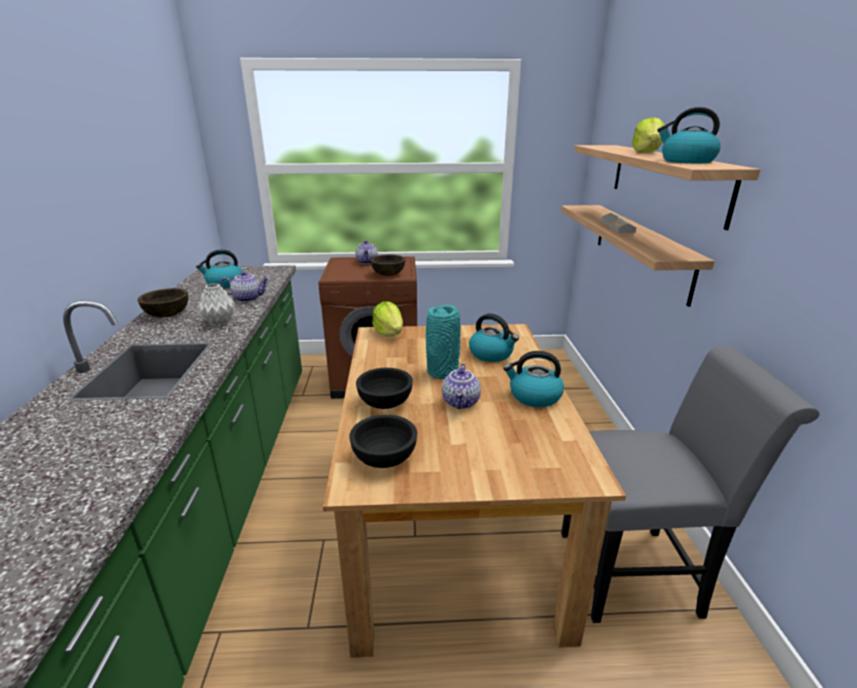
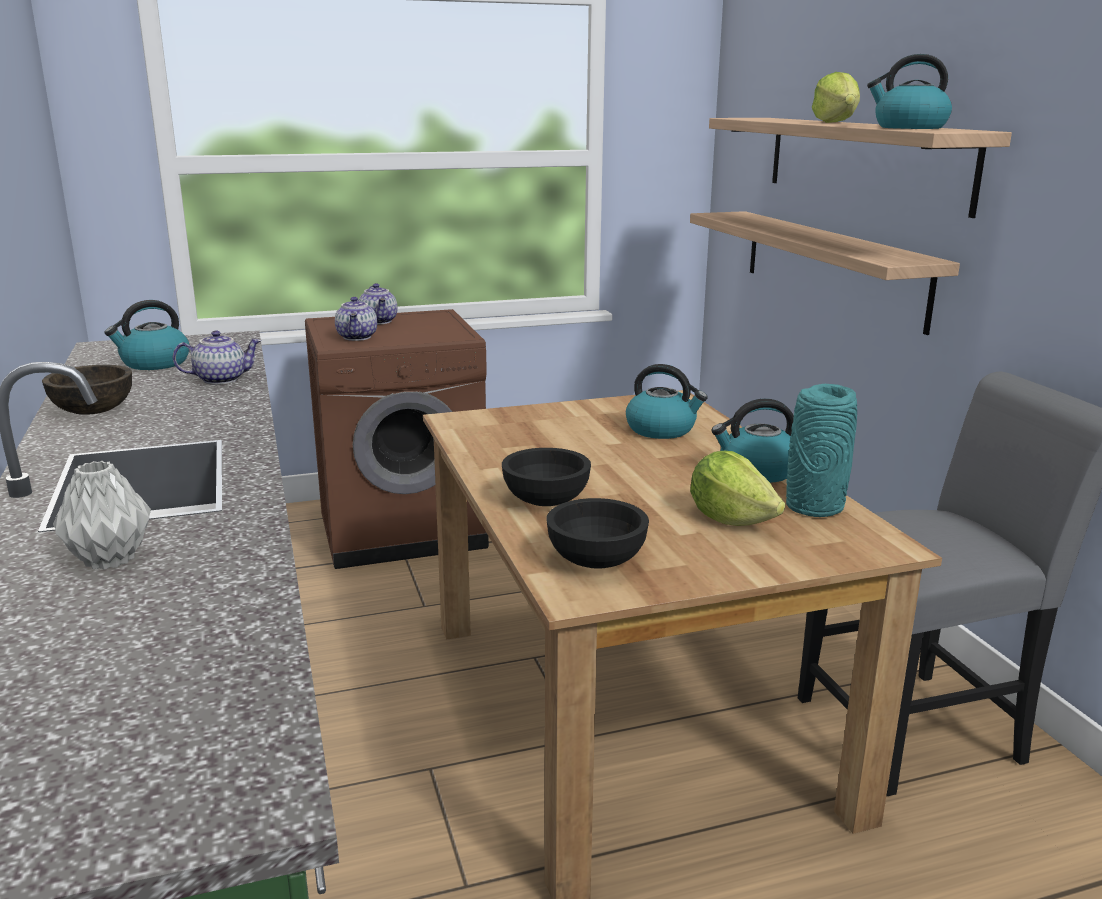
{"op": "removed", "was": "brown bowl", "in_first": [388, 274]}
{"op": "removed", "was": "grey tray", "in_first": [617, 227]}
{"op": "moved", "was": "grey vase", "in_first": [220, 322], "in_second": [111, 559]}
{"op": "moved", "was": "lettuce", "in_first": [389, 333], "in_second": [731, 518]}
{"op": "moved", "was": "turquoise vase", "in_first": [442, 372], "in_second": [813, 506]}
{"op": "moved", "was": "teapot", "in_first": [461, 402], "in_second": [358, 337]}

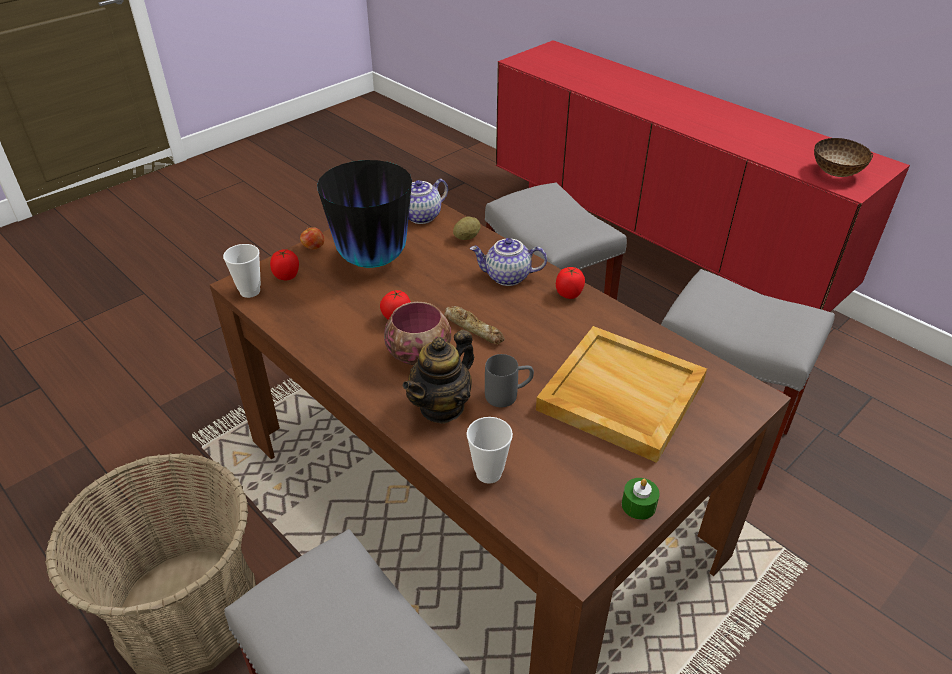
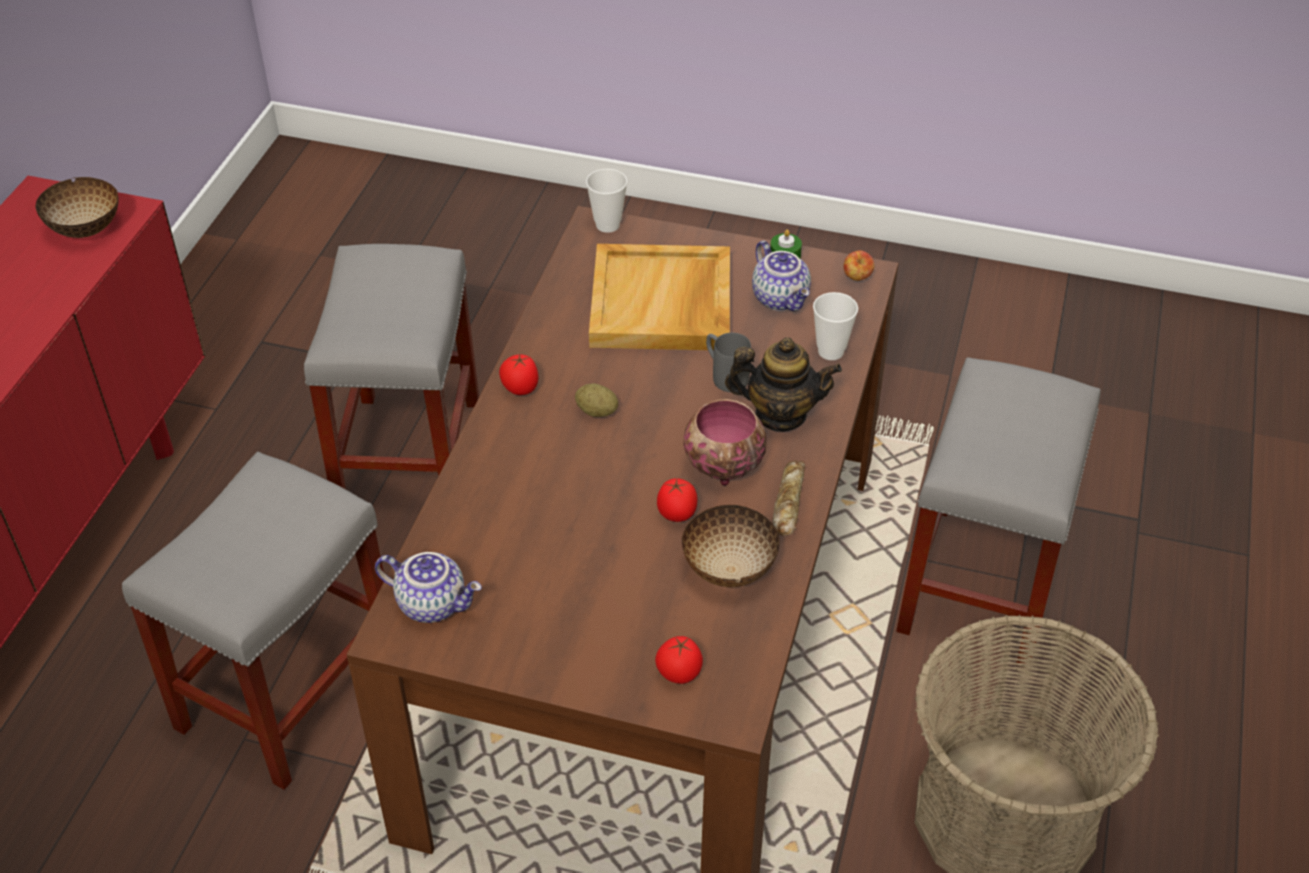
{"op": "removed", "was": "vase", "in_first": [372, 260]}
{"op": "added", "now": "bowl", "in_second": [728, 568]}
{"op": "moved", "was": "cup", "in_first": [250, 291], "in_second": [607, 225]}
{"op": "moved", "was": "apple", "in_first": [313, 248], "in_second": [857, 277]}
{"op": "moved", "was": "bread", "in_first": [473, 328], "in_second": [787, 502]}
{"op": "moved", "was": "potato", "in_first": [467, 237], "in_second": [596, 411]}
{"op": "moved", "was": "teapot", "in_first": [507, 277], "in_second": [781, 298]}

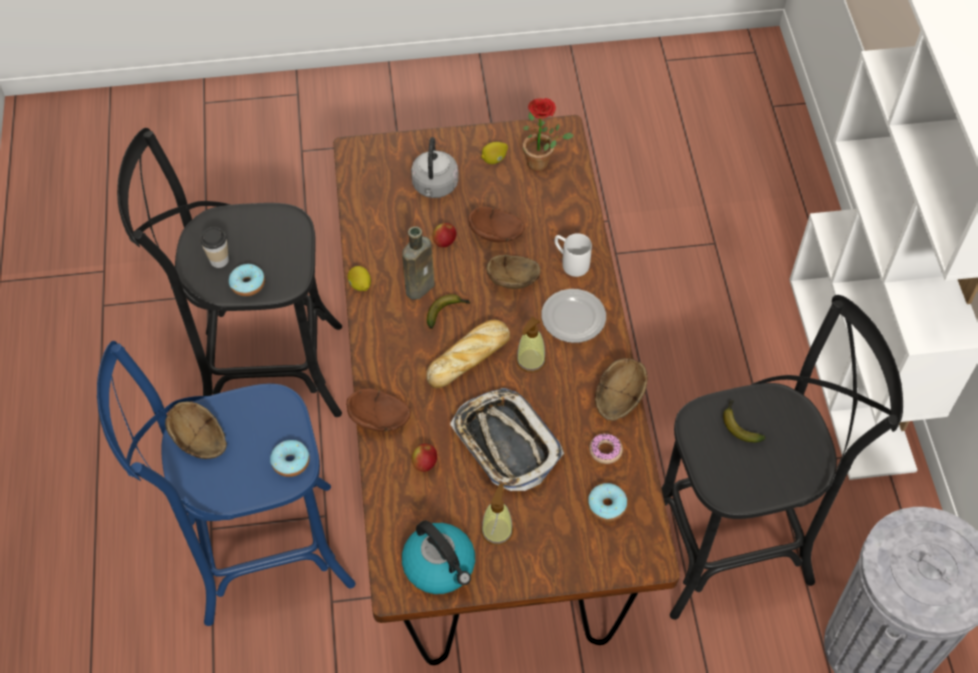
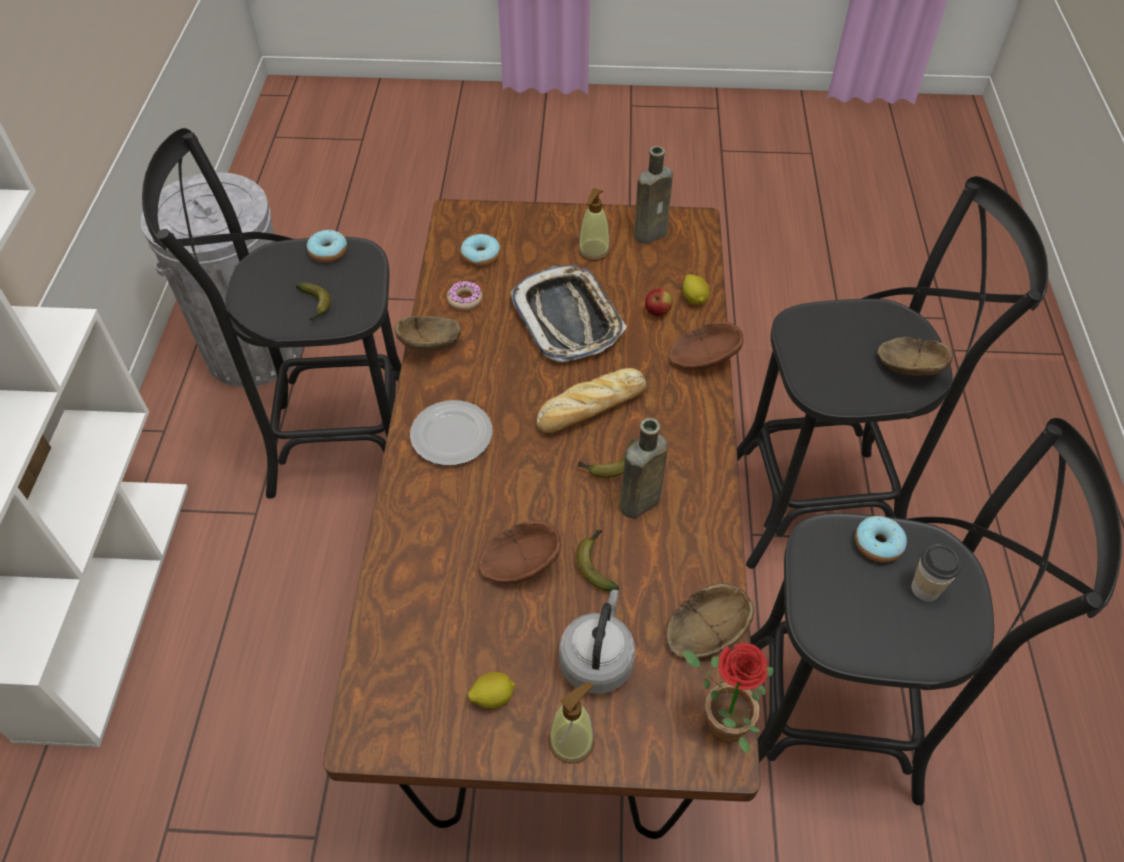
{"op": "removed", "was": "white mug", "in_first": [570, 262]}
{"op": "moved", "was": "donut", "in_first": [290, 462], "in_second": [328, 252]}
{"op": "moved", "was": "lemon", "in_first": [360, 285], "in_second": [694, 299]}
{"op": "moved", "was": "brown bowl", "in_first": [515, 280], "in_second": [703, 632]}
{"op": "moved", "was": "soap dispenser", "in_first": [530, 360], "in_second": [571, 741]}
{"op": "moved", "was": "potted plant", "in_first": [542, 163], "in_second": [717, 723]}
{"op": "replaced", "was": "kettle", "now": "brown bottle", "in_first": [440, 566], "in_second": [652, 233]}
{"op": "replaced", "was": "apple", "now": "banana", "in_first": [444, 242], "in_second": [596, 563]}
{"op": "recoloured", "was": "blue stool", "now": "black stool", "in_first": [259, 554], "in_second": [821, 506]}

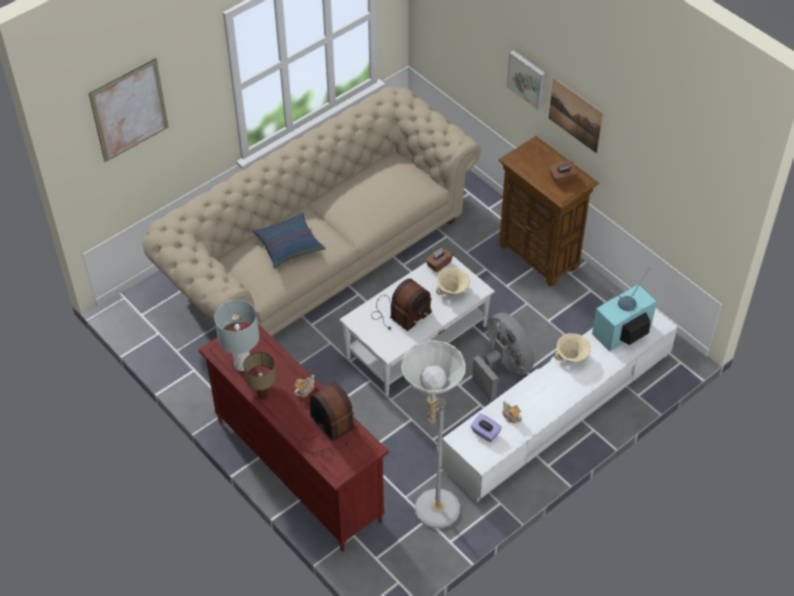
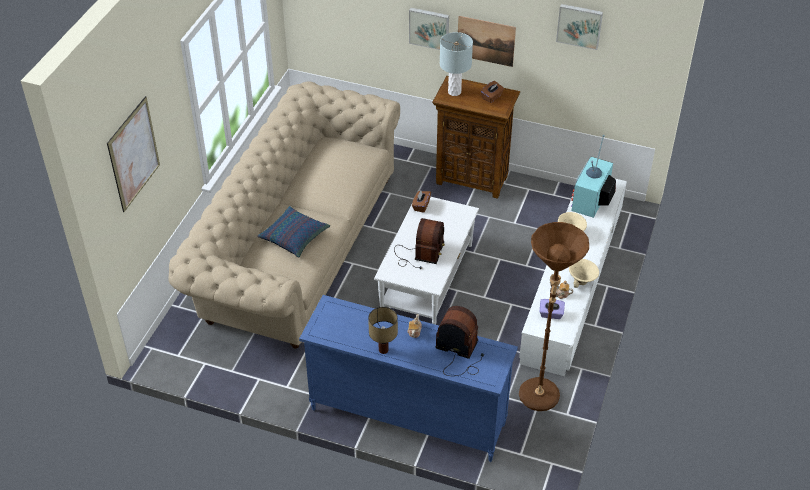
{"op": "removed", "was": "grey fan", "in_first": [502, 369]}
{"op": "added", "now": "picture", "in_second": [579, 25]}
{"op": "moved", "was": "grey table lamp", "in_first": [242, 364], "in_second": [454, 92]}
{"op": "moved", "was": "beige bowl", "in_first": [453, 291], "in_second": [582, 281]}
{"op": "recoloured", "was": "red dresser", "now": "blue dresser", "in_first": [297, 471], "in_second": [407, 418]}
{"op": "recoloured", "was": "grey floor lamp", "now": "brown floor lamp", "in_first": [431, 516], "in_second": [538, 402]}

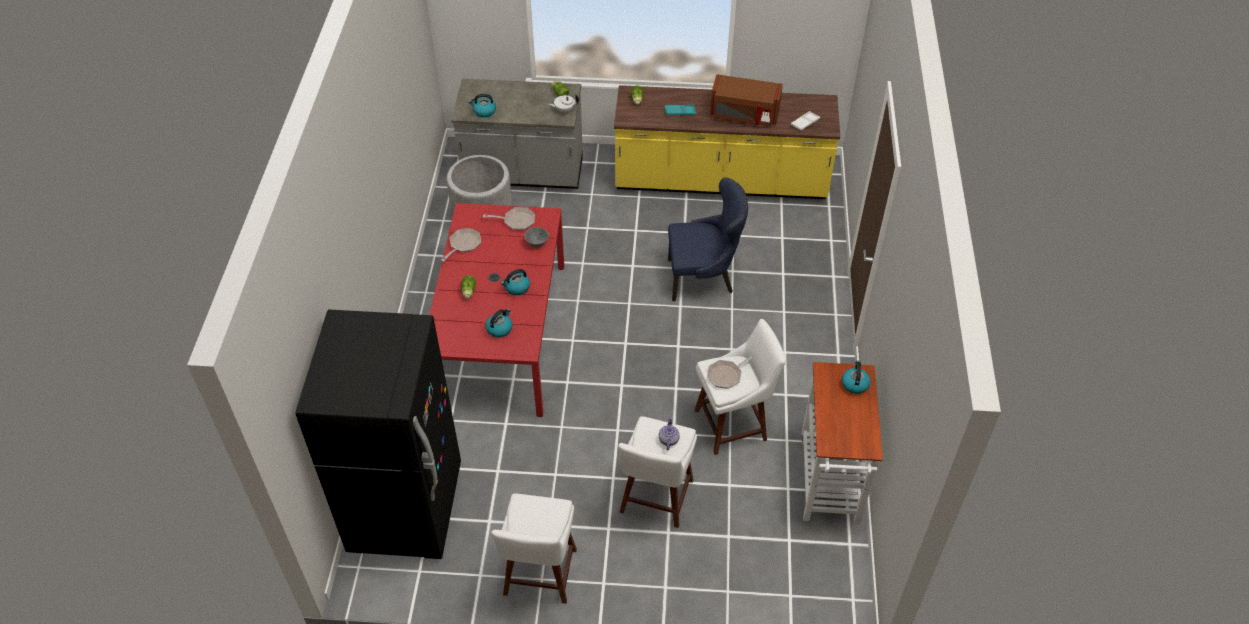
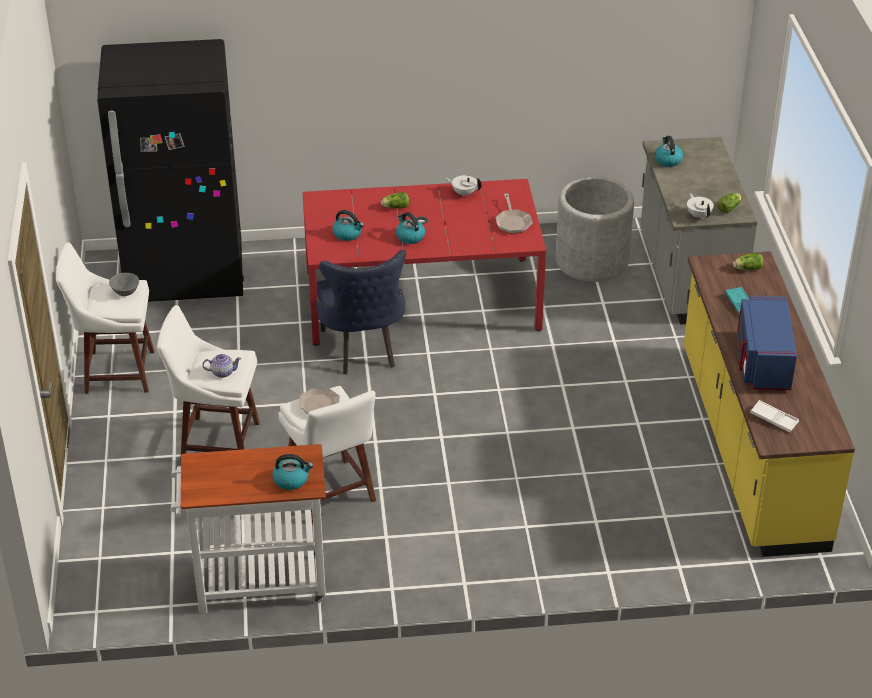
{"op": "moved", "was": "grey bowl", "in_first": [537, 243], "in_second": [125, 293]}
{"op": "moved", "was": "blue chair", "in_first": [703, 278], "in_second": [362, 349]}
{"op": "replaced", "was": "frying pan", "now": "white teapot", "in_first": [463, 245], "in_second": [464, 193]}
{"op": "recoloured", "was": "brown microwave", "now": "blue microwave", "in_first": [744, 115], "in_second": [762, 361]}

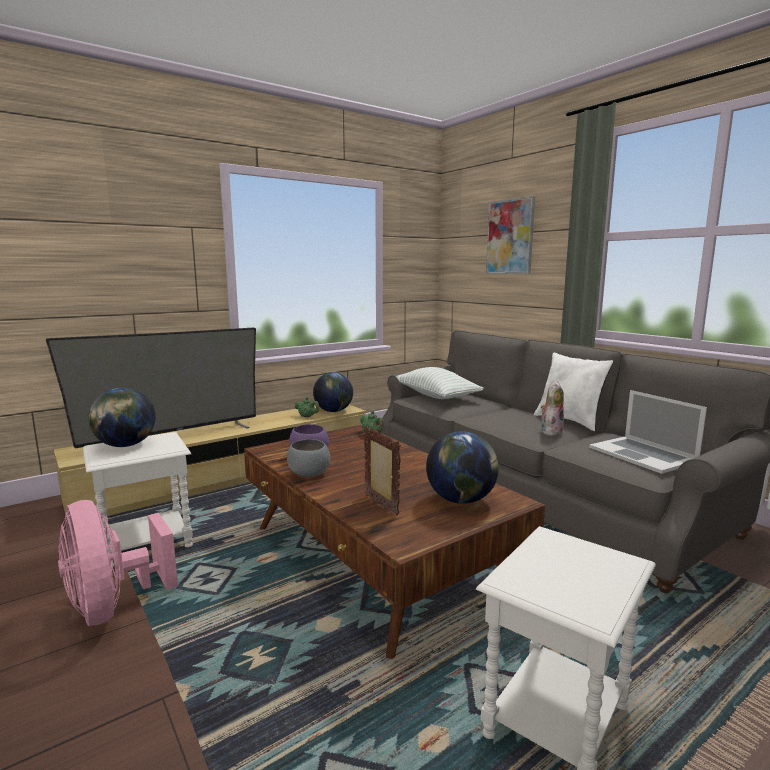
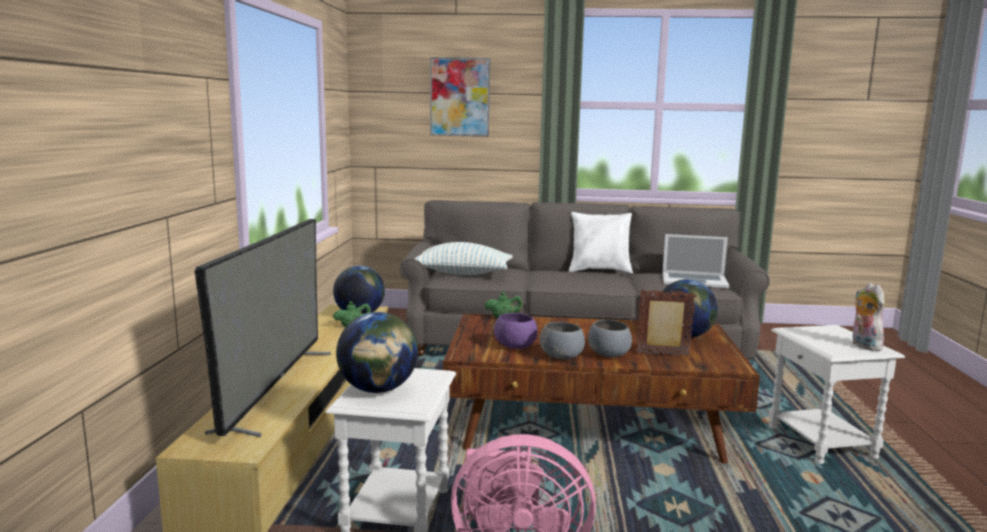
{"op": "added", "now": "grey bowl", "in_second": [609, 355]}
{"op": "moved", "was": "plush toy", "in_first": [551, 431], "in_second": [863, 345]}

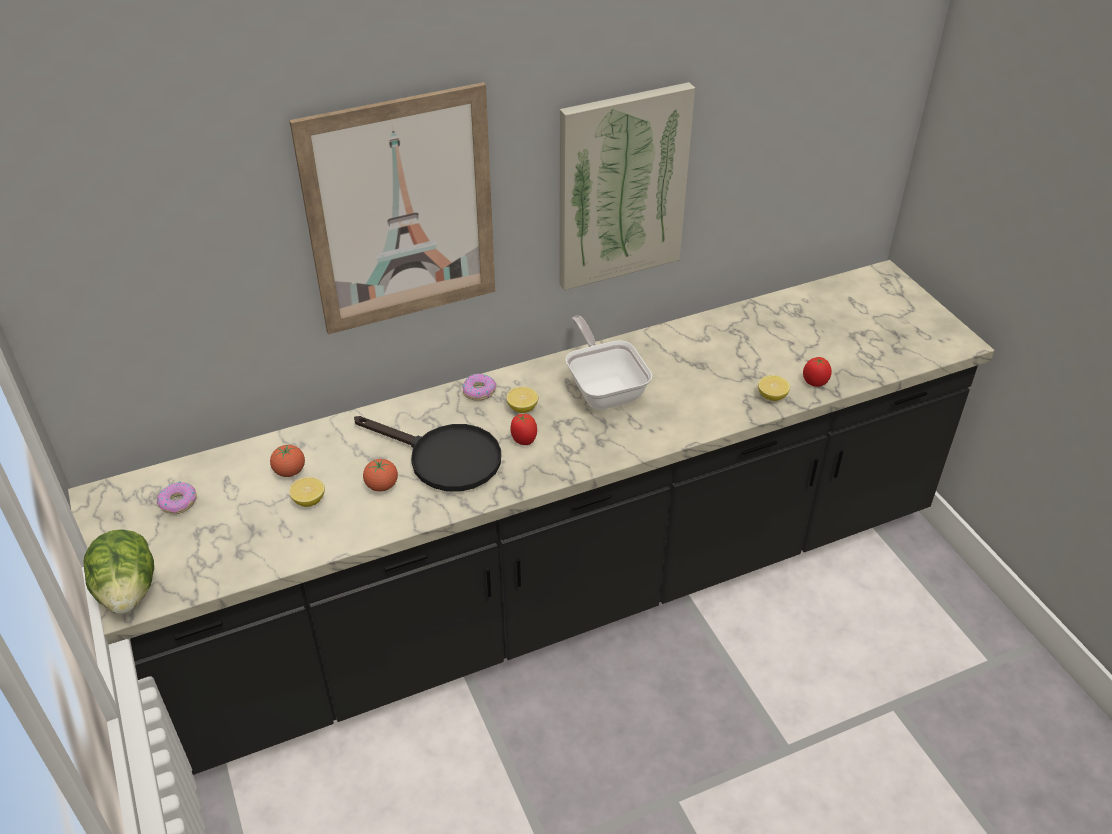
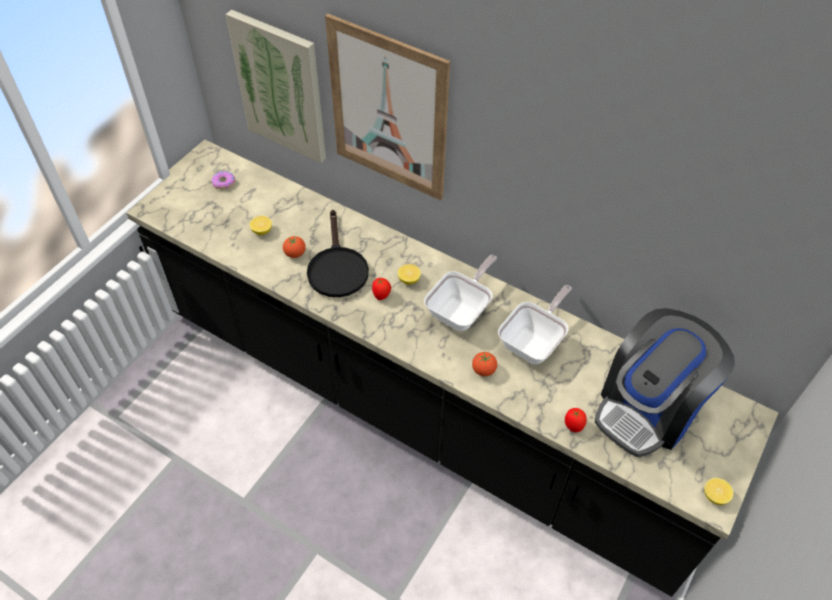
{"op": "removed", "was": "lettuce", "in_first": [128, 591]}
{"op": "removed", "was": "donut", "in_first": [479, 391]}
{"op": "added", "now": "frying pan", "in_second": [534, 342]}
{"op": "added", "now": "coffee machine", "in_second": [649, 407]}
{"op": "moved", "was": "tomato", "in_first": [290, 471], "in_second": [483, 370]}
{"op": "moved", "was": "picture", "in_first": [621, 187], "in_second": [281, 87]}
{"op": "moved", "was": "lemon", "in_first": [772, 396], "in_second": [715, 496]}

